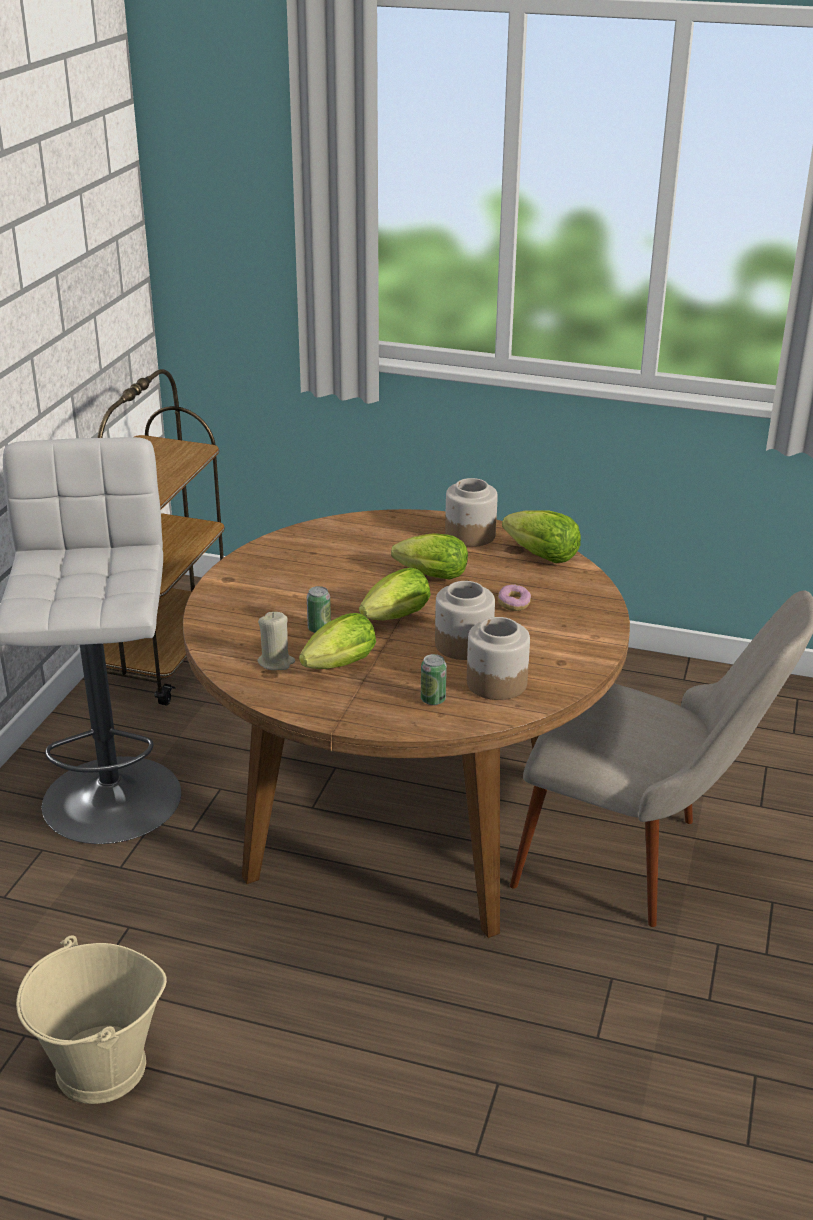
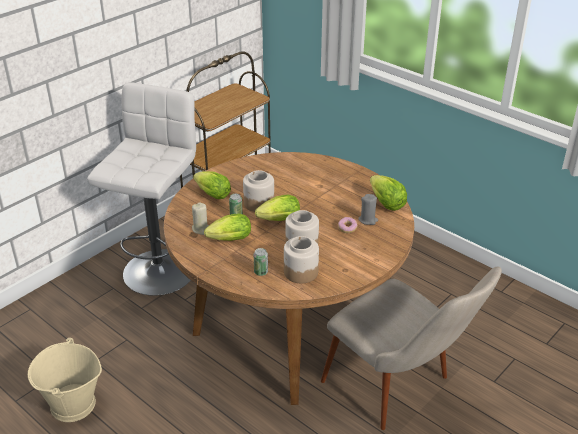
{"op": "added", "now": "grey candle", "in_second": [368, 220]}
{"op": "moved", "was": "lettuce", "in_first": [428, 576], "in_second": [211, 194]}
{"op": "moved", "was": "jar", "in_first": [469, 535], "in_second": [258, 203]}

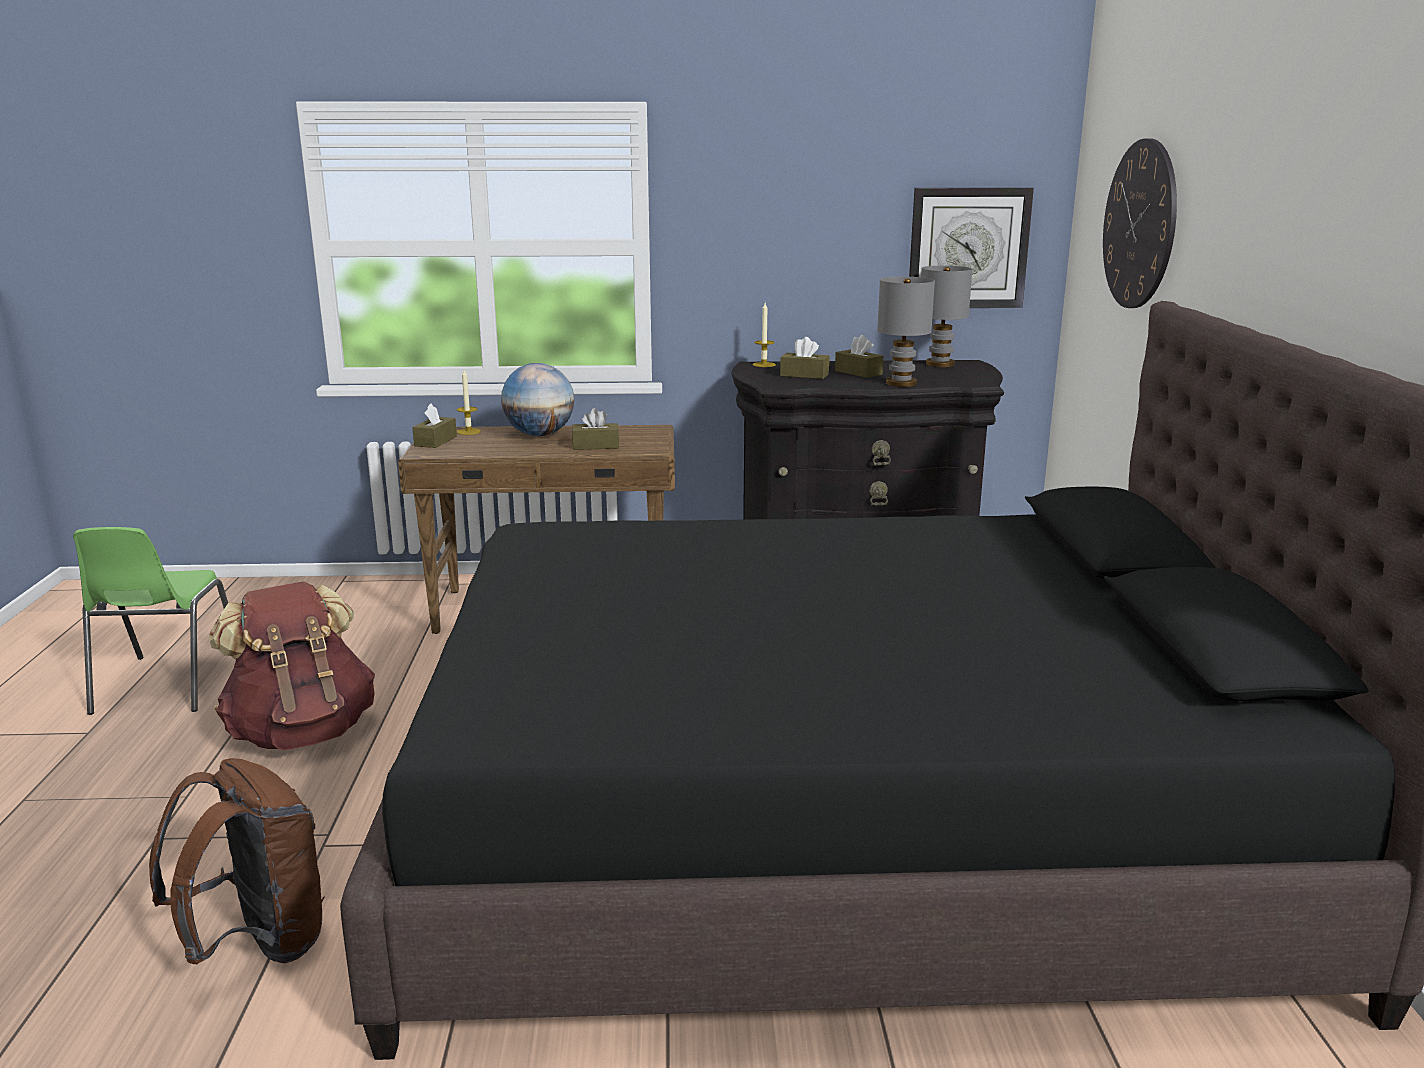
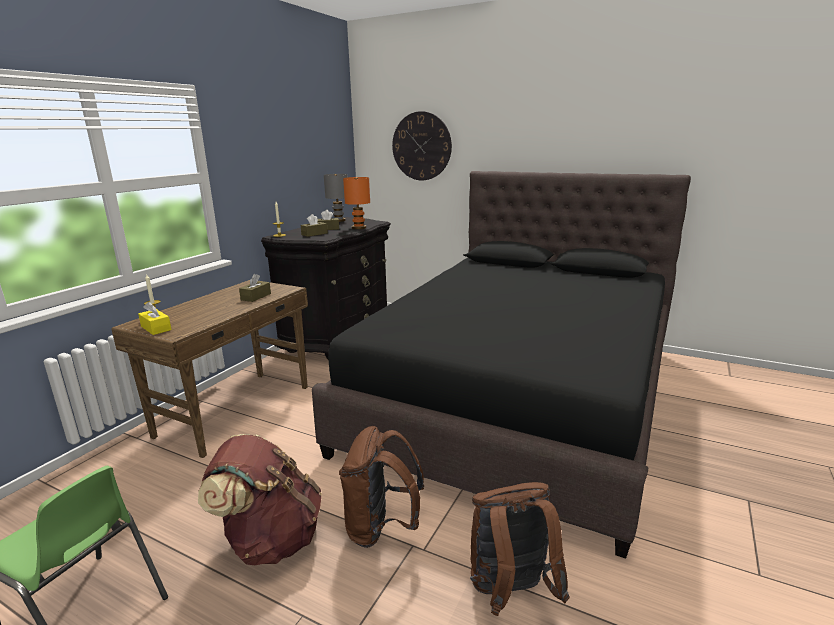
{"op": "removed", "was": "globe", "in_first": [540, 434]}
{"op": "removed", "was": "wall clock", "in_first": [968, 248]}
{"op": "added", "now": "brown backpack", "in_second": [381, 528]}
{"op": "recoloured", "was": "brown tissue box", "now": "yellow tissue box", "in_first": [435, 441], "in_second": [156, 328]}
{"op": "recoloured", "was": "grey table lamp", "now": "orange table lamp", "in_first": [900, 383], "in_second": [358, 228]}

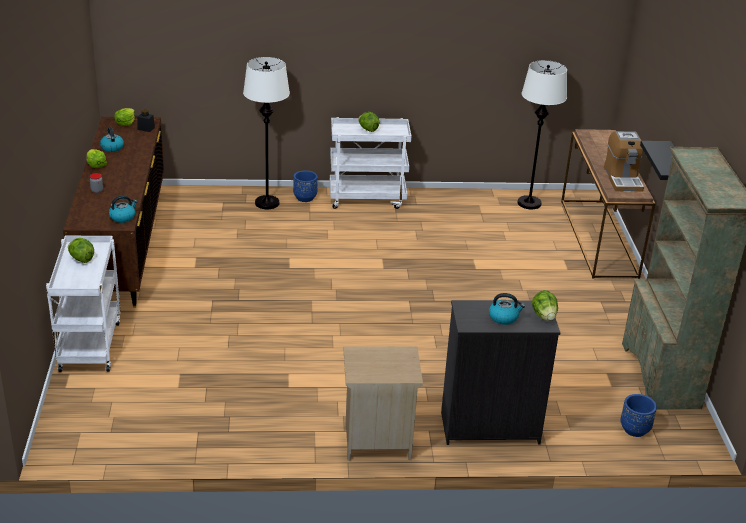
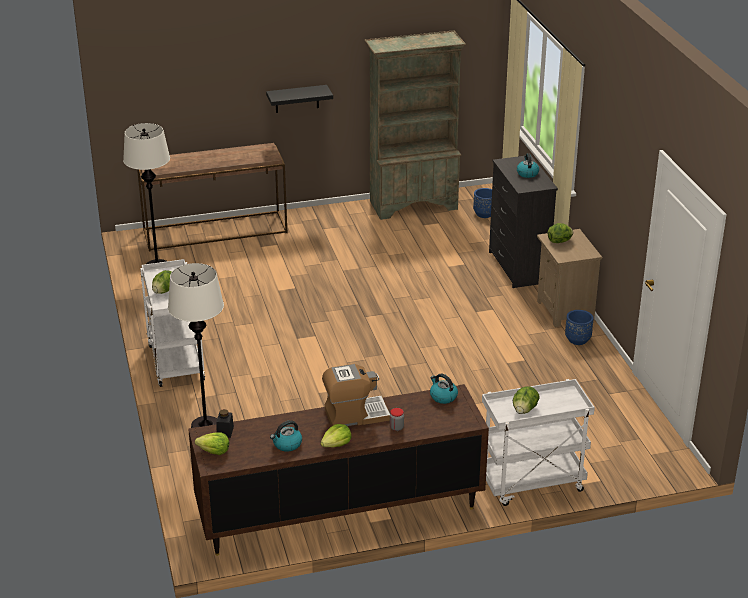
{"op": "moved", "was": "blue planter", "in_first": [305, 198], "in_second": [578, 340]}
{"op": "moved", "was": "lettuce", "in_first": [544, 316], "in_second": [560, 241]}
{"op": "moved", "was": "coffee machine", "in_first": [622, 179], "in_second": [355, 415]}

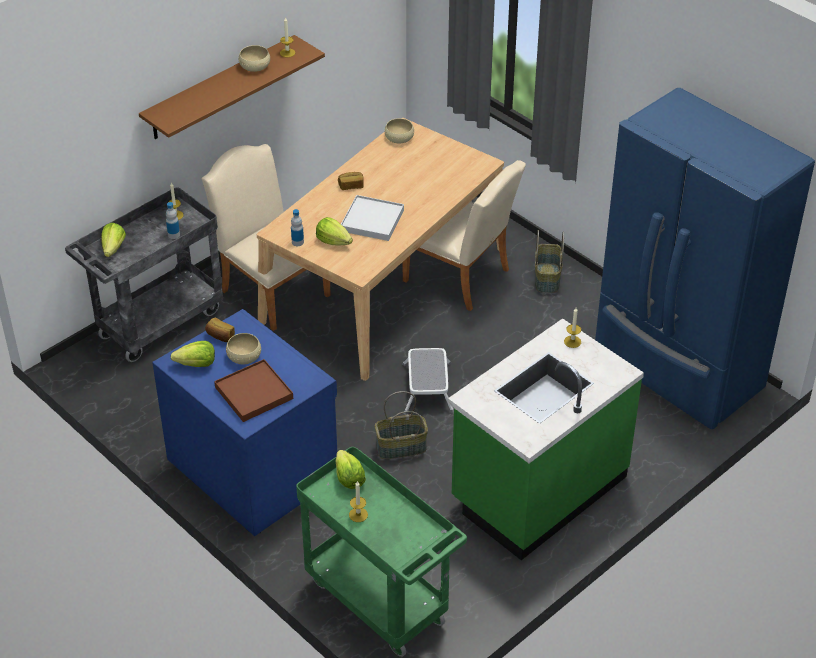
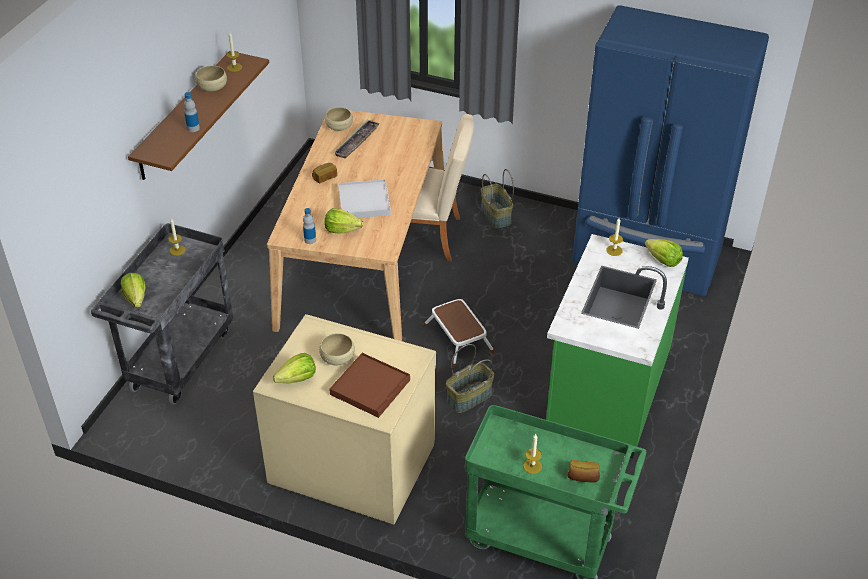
{"op": "removed", "was": "beige chair", "in_first": [271, 289]}
{"op": "added", "now": "tray", "in_second": [357, 142]}
{"op": "moved", "was": "bottle", "in_first": [174, 235], "in_second": [193, 128]}
{"op": "moved", "was": "bread", "in_first": [220, 336], "in_second": [583, 477]}
{"op": "moved", "was": "lettuce", "in_first": [348, 478], "in_second": [663, 260]}
{"op": "recoloured", "was": "blue washing machine", "now": "beige washing machine", "in_first": [253, 469], "in_second": [352, 463]}
{"op": "recoloured", "was": "grey step ladder", "now": "brown step ladder", "in_first": [428, 388], "in_second": [459, 338]}

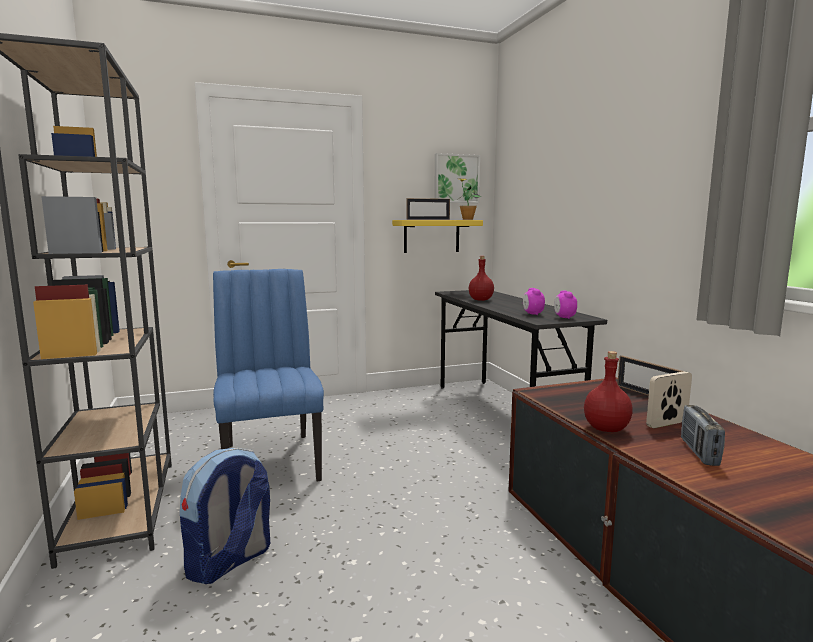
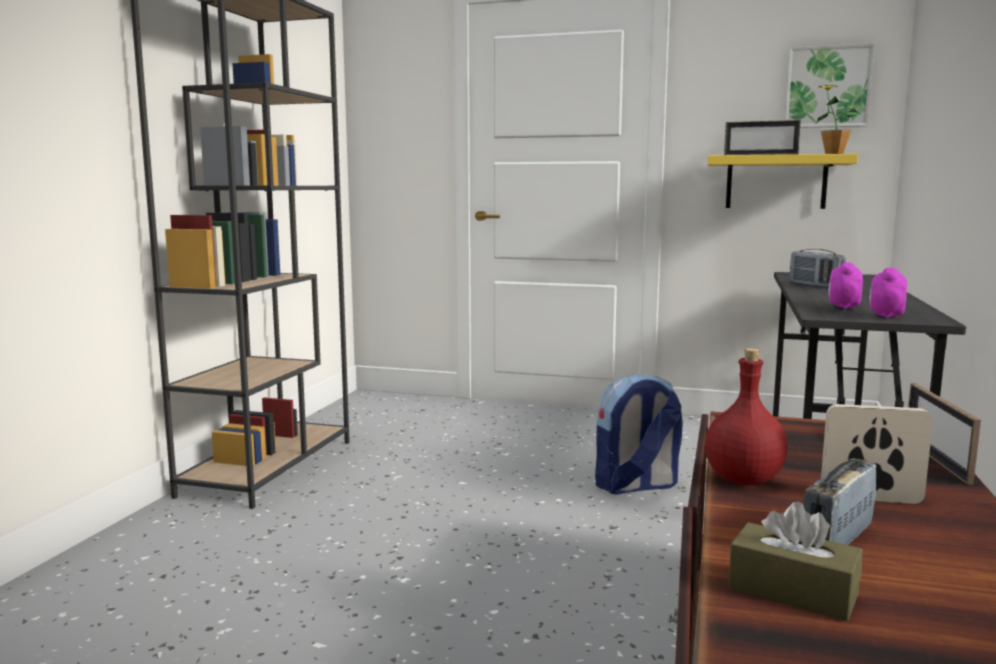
{"op": "removed", "was": "blue chair", "in_first": [271, 462]}
{"op": "added", "now": "brown tissue box", "in_second": [792, 591]}
{"op": "moved", "was": "backpack", "in_first": [229, 562], "in_second": [636, 486]}
{"op": "replaced", "was": "red bottle", "now": "radio", "in_first": [481, 300], "in_second": [815, 285]}

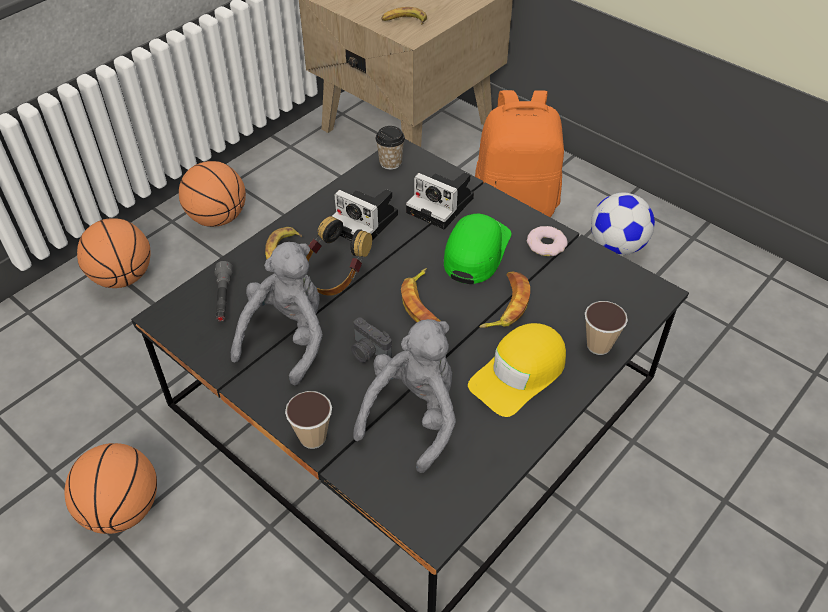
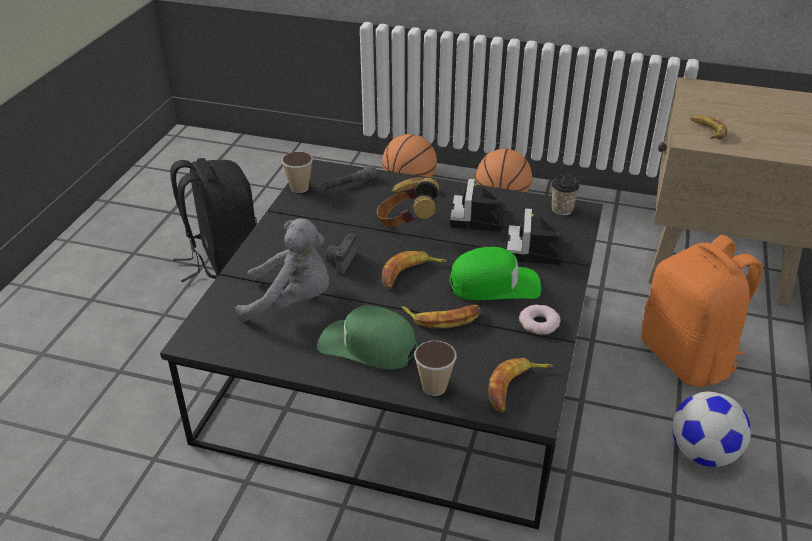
{"op": "removed", "was": "grey plush toy", "in_first": [288, 337]}
{"op": "added", "now": "banana", "in_second": [515, 388]}
{"op": "moved", "was": "cup", "in_first": [313, 437], "in_second": [299, 188]}
{"op": "replaced", "was": "basketball", "now": "black backpack", "in_first": [122, 510], "in_second": [223, 261]}
{"op": "recoloured", "was": "yellow cap", "now": "green cap", "in_first": [519, 374], "in_second": [368, 346]}

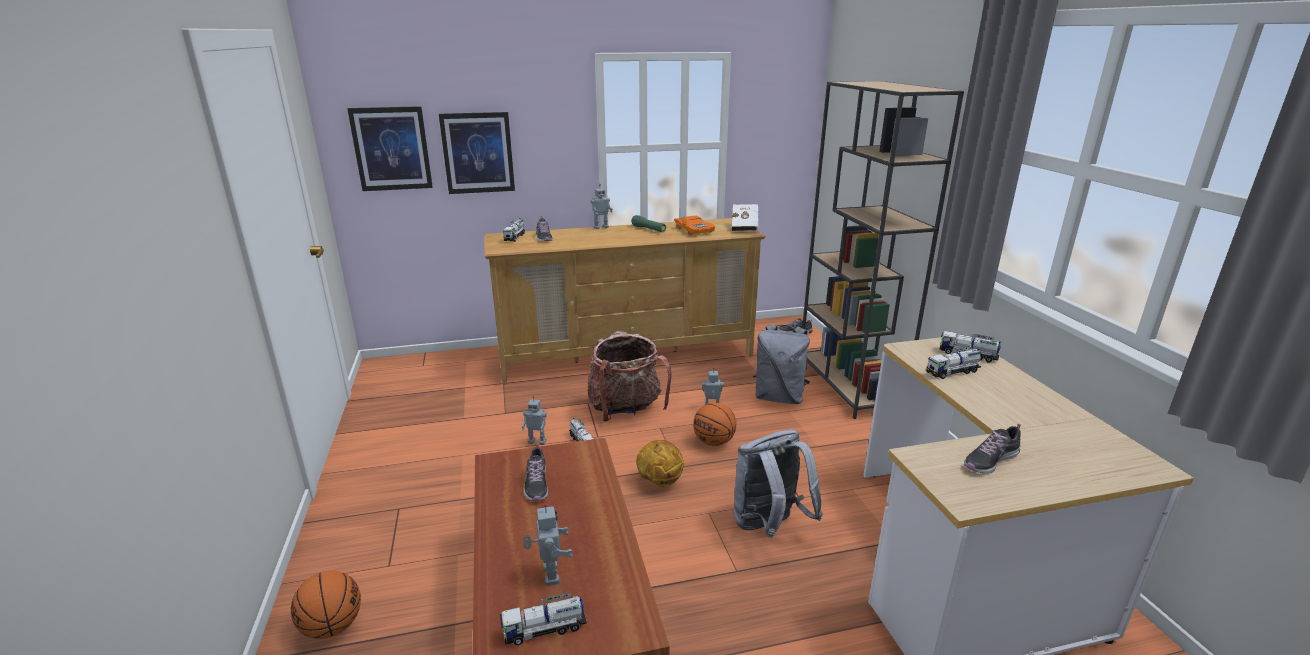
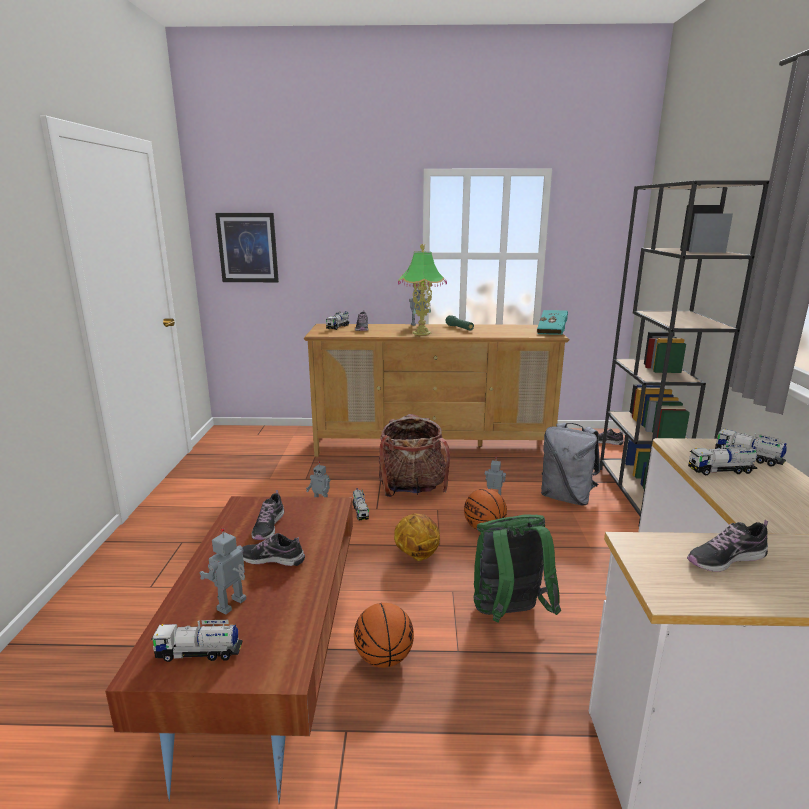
{"op": "removed", "was": "picture", "in_first": [478, 153]}
{"op": "removed", "was": "orange toy car", "in_first": [694, 230]}
{"op": "added", "now": "shoe", "in_second": [272, 559]}
{"op": "added", "now": "table lamp", "in_second": [421, 333]}
{"op": "moved", "was": "basketball", "in_first": [332, 627], "in_second": [383, 658]}
{"op": "recoloured", "was": "white book", "now": "turquoise book", "in_first": [745, 227], "in_second": [552, 331]}
{"op": "recoloured", "was": "grey backpack", "now": "green backpack", "in_first": [769, 526], "in_second": [509, 614]}
{"op": "turned", "was": "toy robot", "in_first": [549, 575], "in_second": [233, 605], "clockwise": -150}

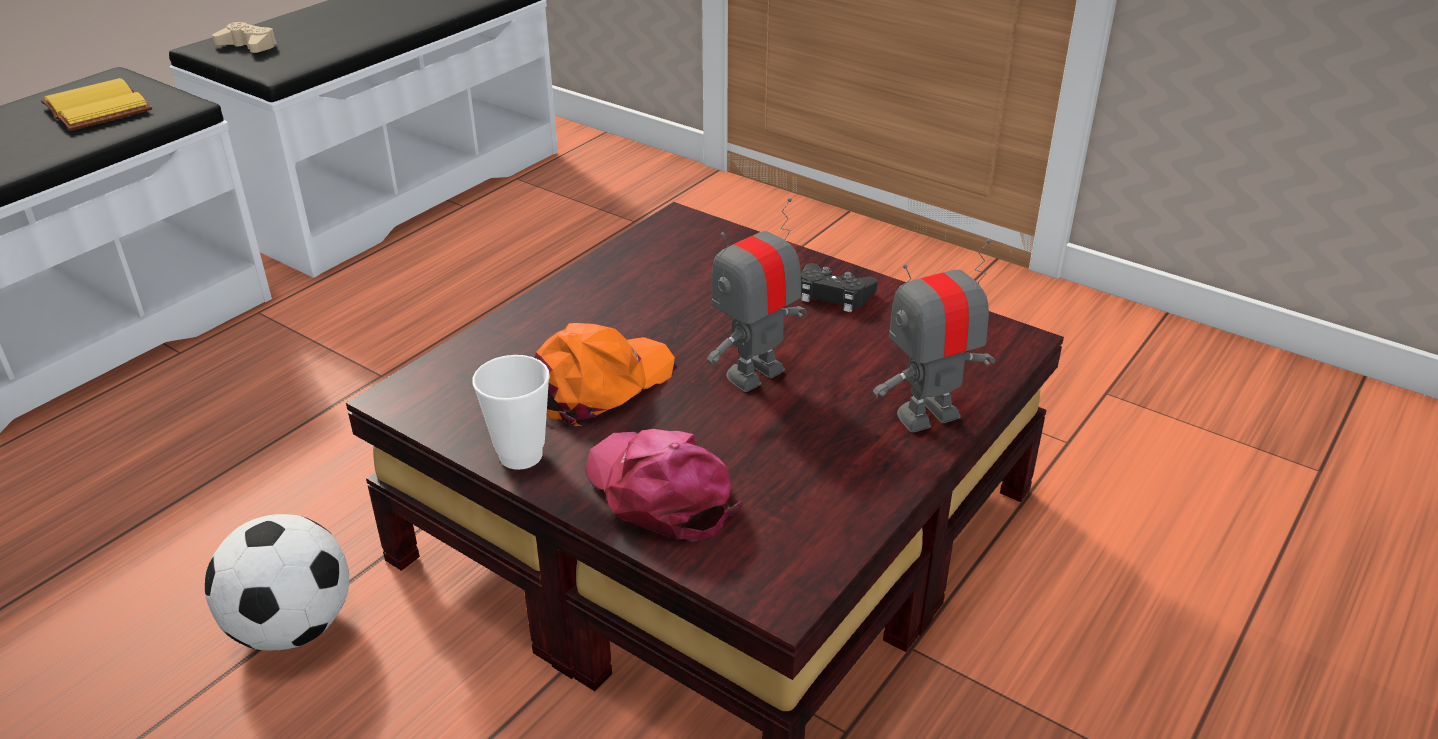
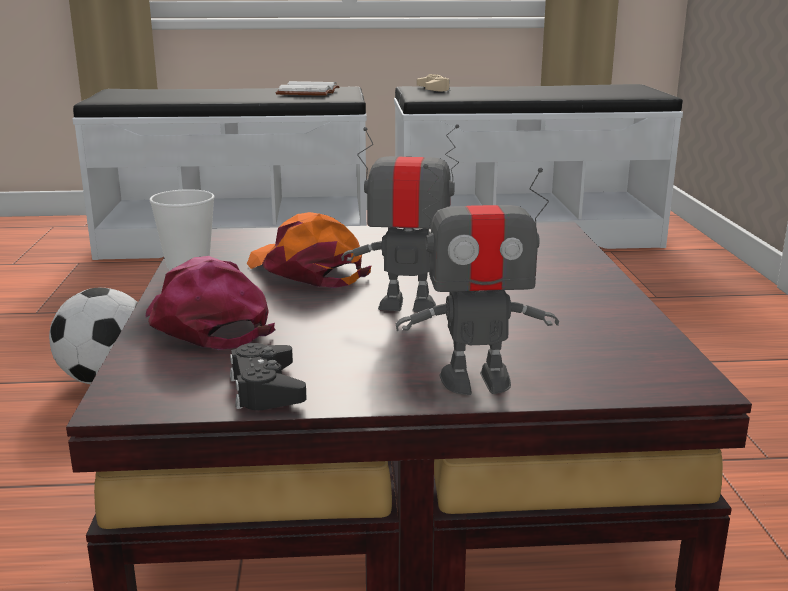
{"op": "moved", "was": "black game controller", "in_first": [834, 295], "in_second": [266, 388]}
{"op": "recoloured", "was": "yellow book", "now": "white book", "in_first": [94, 109], "in_second": [306, 92]}
{"op": "turned", "was": "orange cap", "in_first": [600, 384], "in_second": [306, 270], "clockwise": -135}
{"op": "turned", "was": "pink cap", "in_first": [660, 491], "in_second": [207, 323], "clockwise": -45}
{"op": "turned", "was": "toy robot", "in_first": [927, 416], "in_second": [476, 380], "clockwise": 150}

